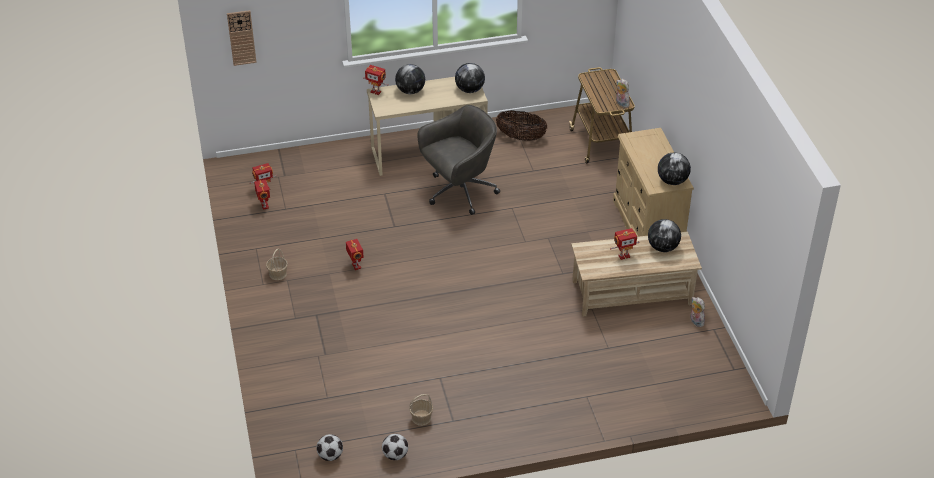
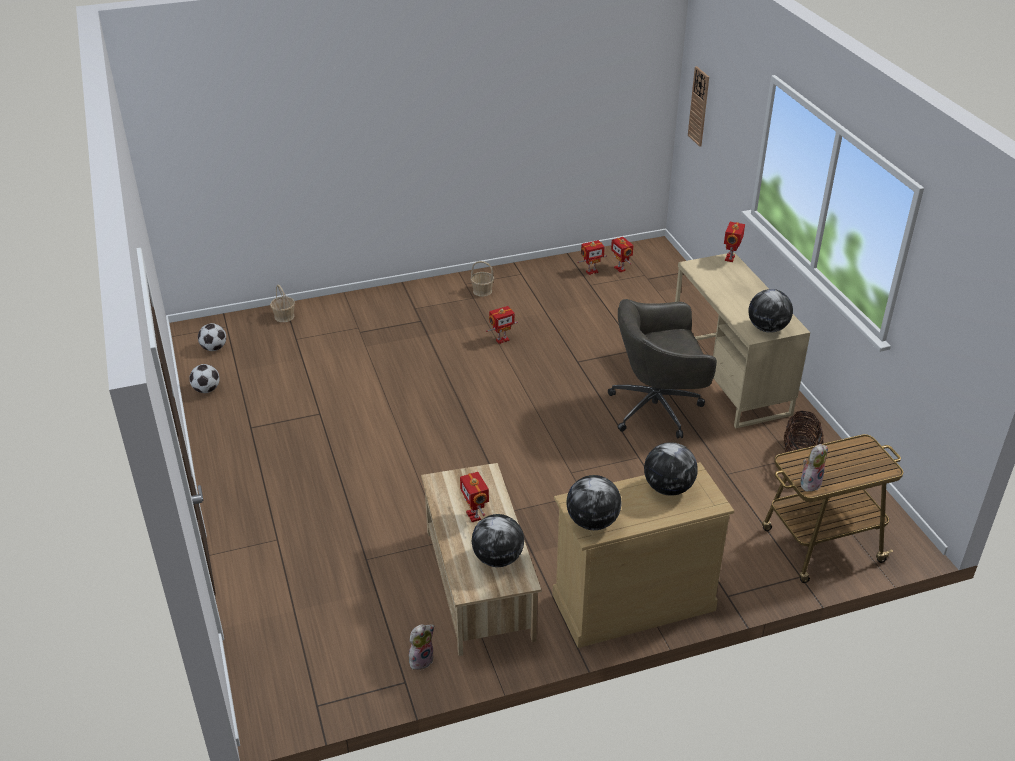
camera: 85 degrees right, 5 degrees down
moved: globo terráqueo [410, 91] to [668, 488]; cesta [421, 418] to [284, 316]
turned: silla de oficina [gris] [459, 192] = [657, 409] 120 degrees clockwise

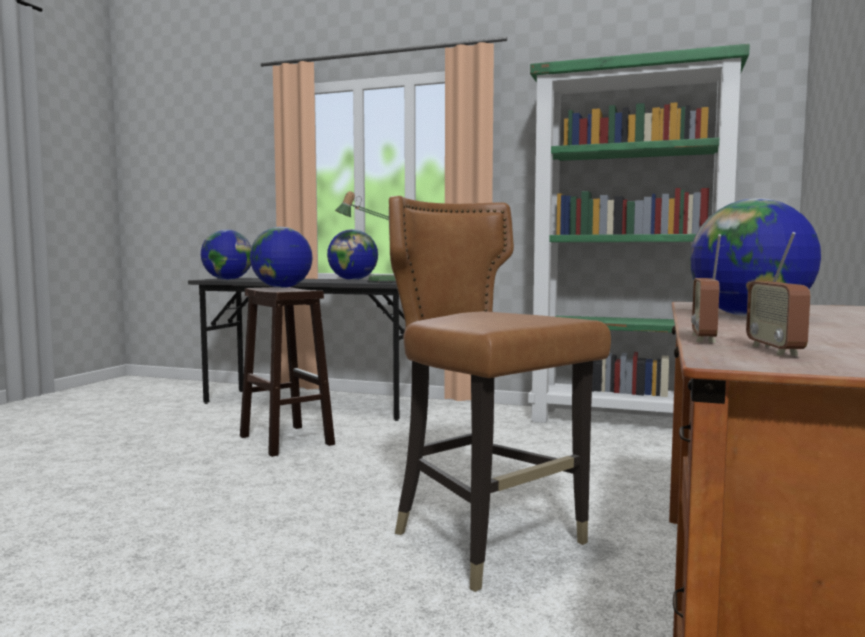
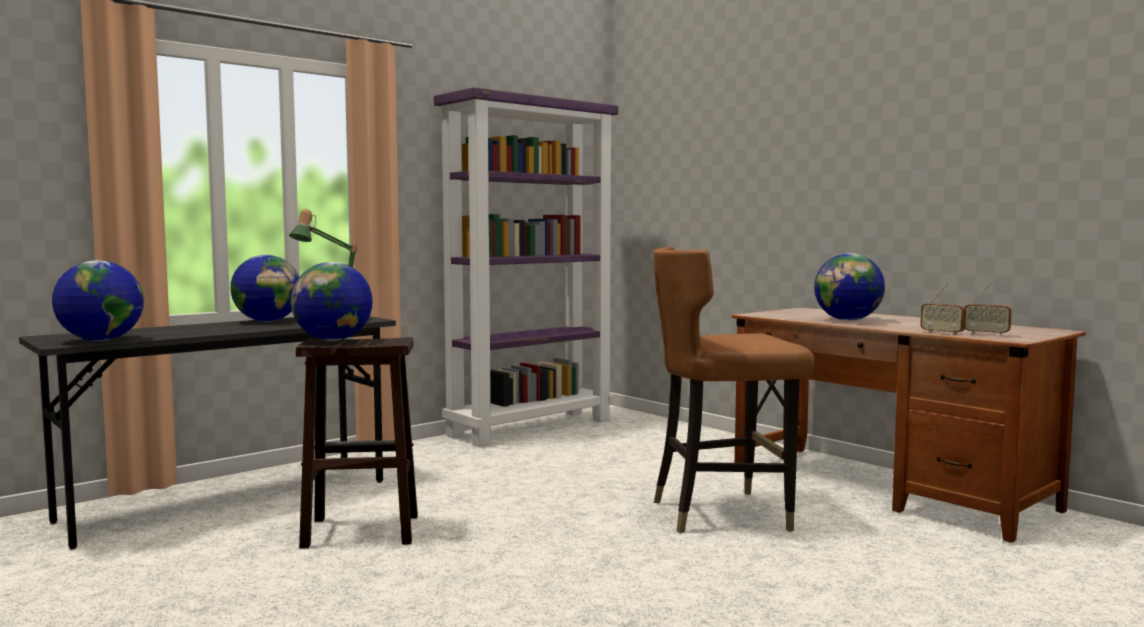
camera: 60 degrees left, 0 degrees up
recoloured: estantería [verde] [626, 422] to estantería [morado] [531, 427]

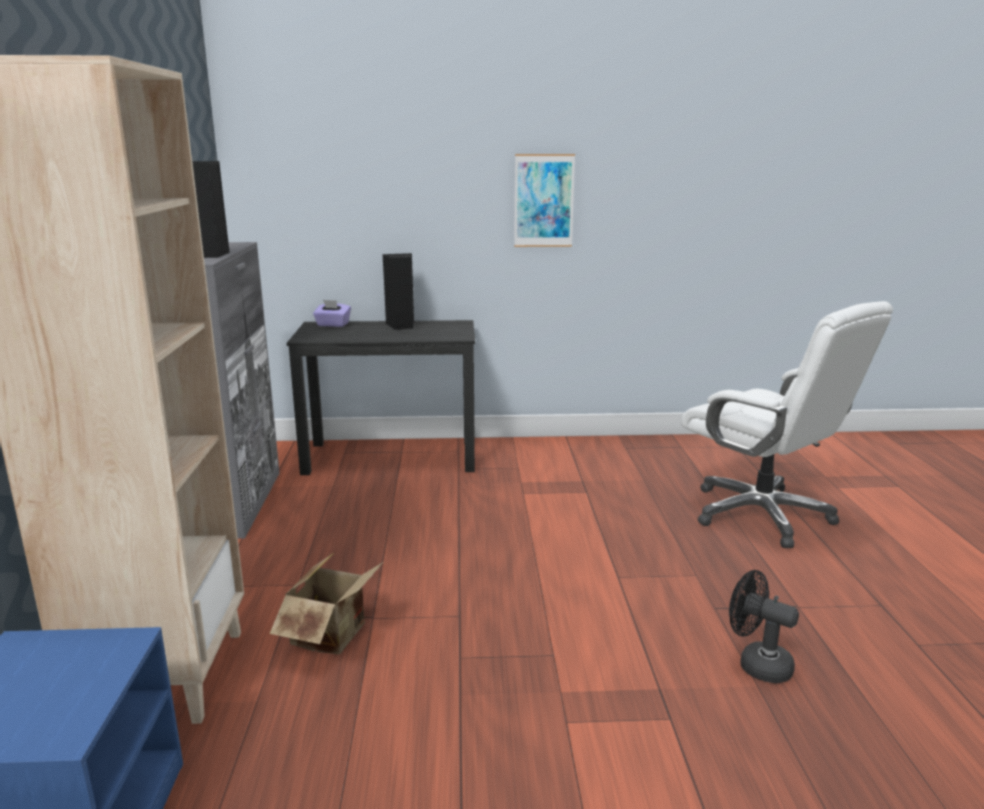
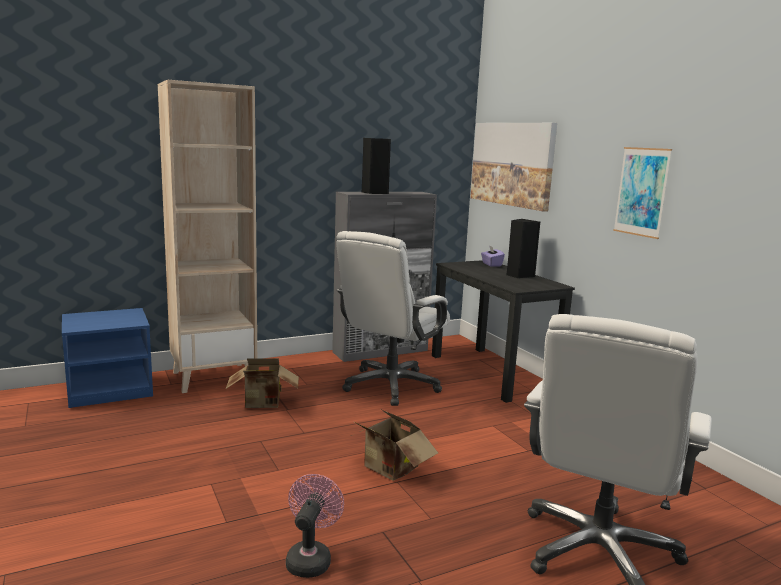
camera: 65 degrees right, 5 degrees down
added: silla de oficina [blanco] [390, 386]; caja de cartón [389, 470]; cuadro [512, 164]
recoloured: ventilador [negro] [757, 664] to ventilador [rosa] [310, 558]

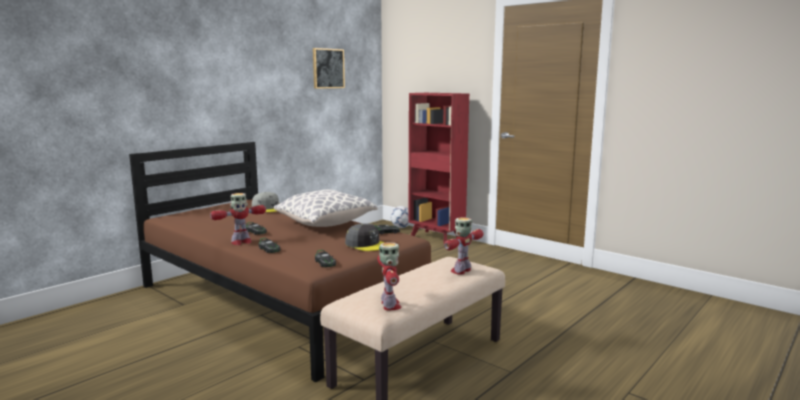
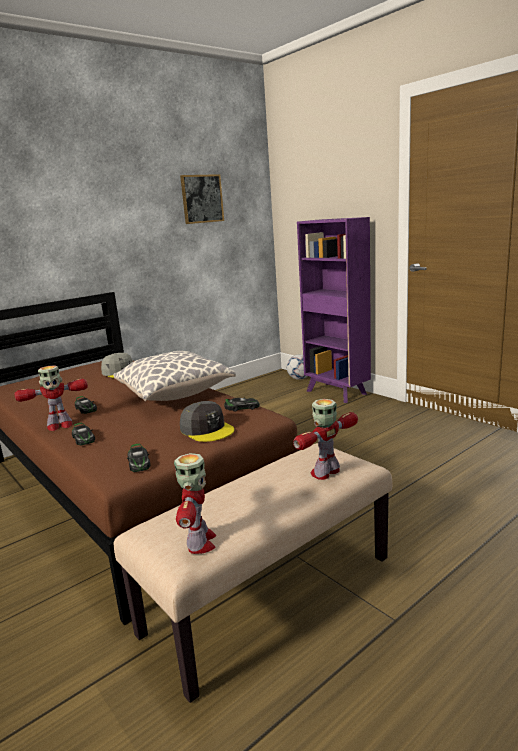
camera: 10 degrees right, 5 degrees up
recoloured: estantería [rojo] [436, 238] to estantería [morado] [337, 393]

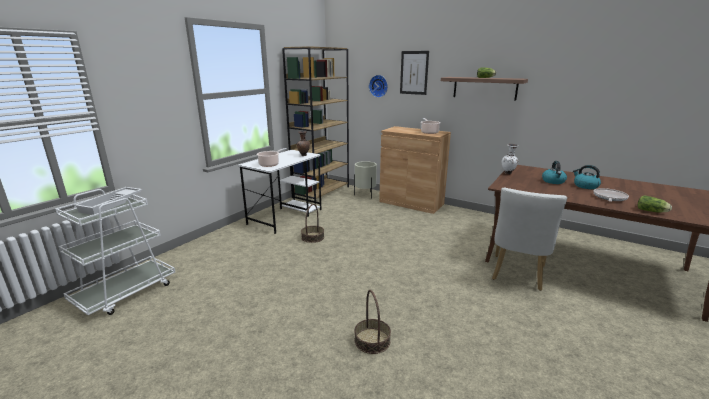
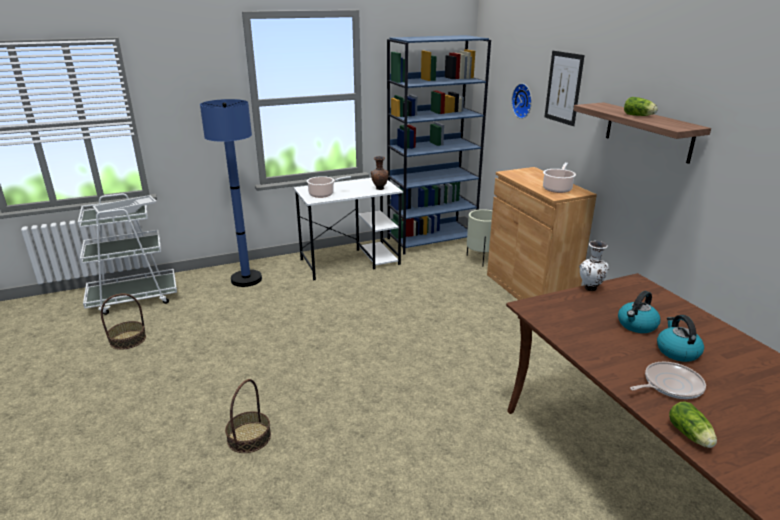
camera: 35 degrees right, 5 degrees up
removed: silla [blanco] [517, 275]
added: lámpara de pie [azul] [246, 279]
moved: cesta [312, 237] to [128, 340]
recoloured: estantería [marrón] [321, 192] to estantería [azul] [431, 240]

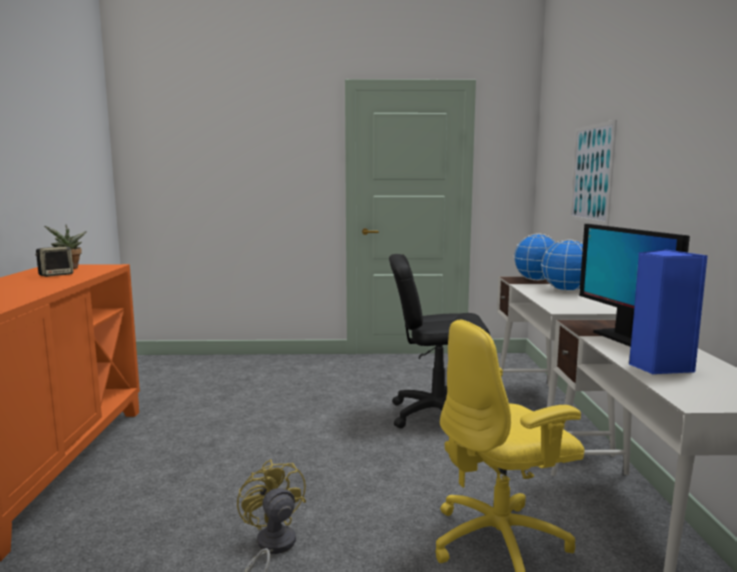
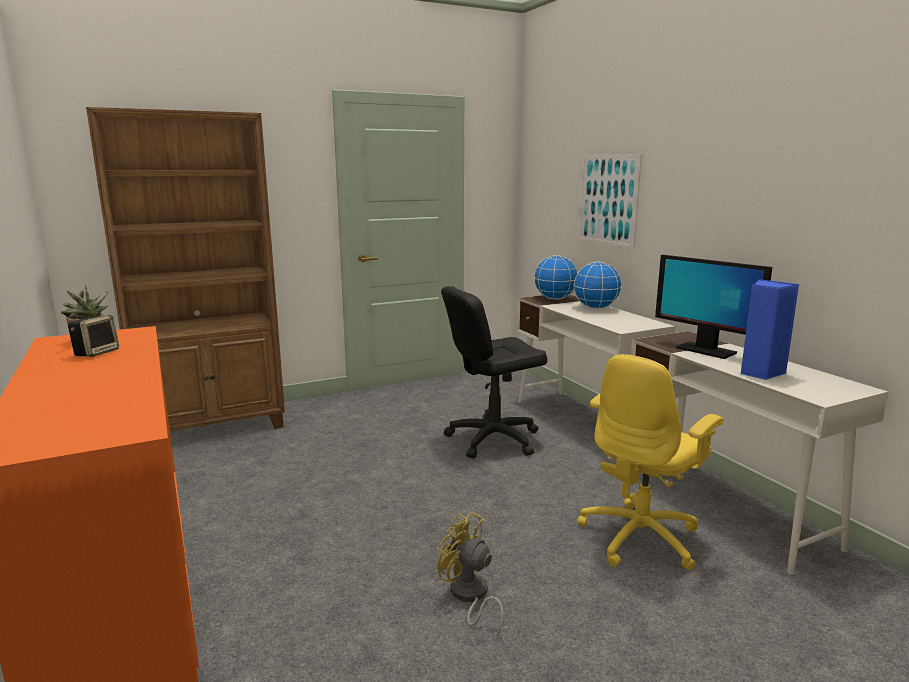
camera: 25 degrees left, 5 degrees up
added: estantería [marrón] [213, 427]

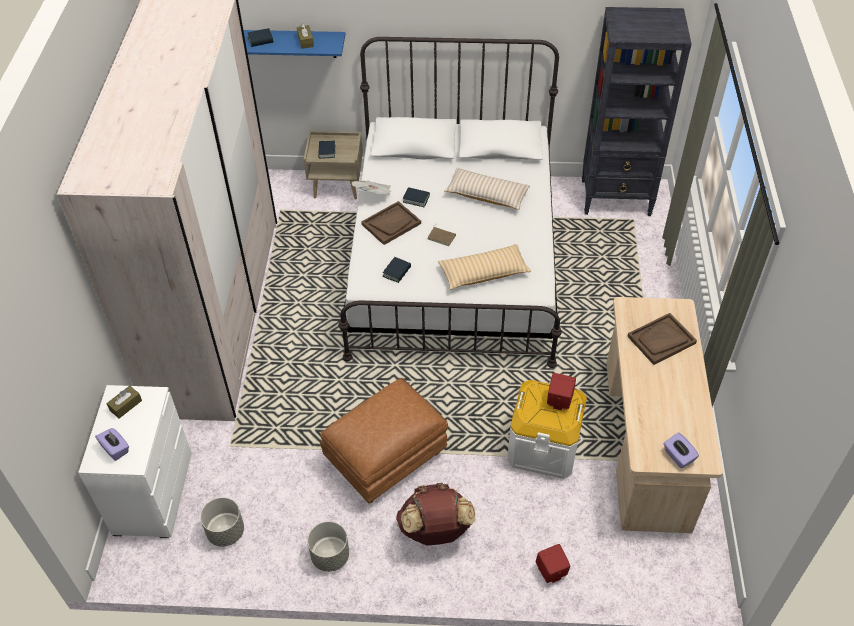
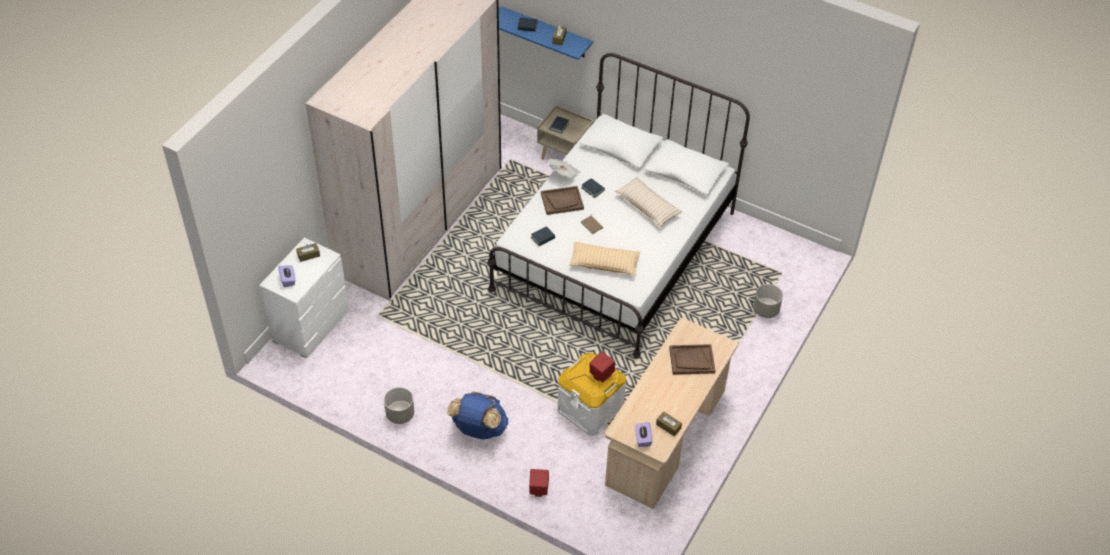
camera: 25 degrees right, 0 degrees up
removed: puf [marrón] [386, 457]; estantería [negro] [616, 198]
added: caja de pañuelos [marrón] [668, 426]
moved: maceta [gris] [226, 532] to [765, 310]
recoloured: mochila [marrón] [436, 530] to mochila [azul] [479, 429]

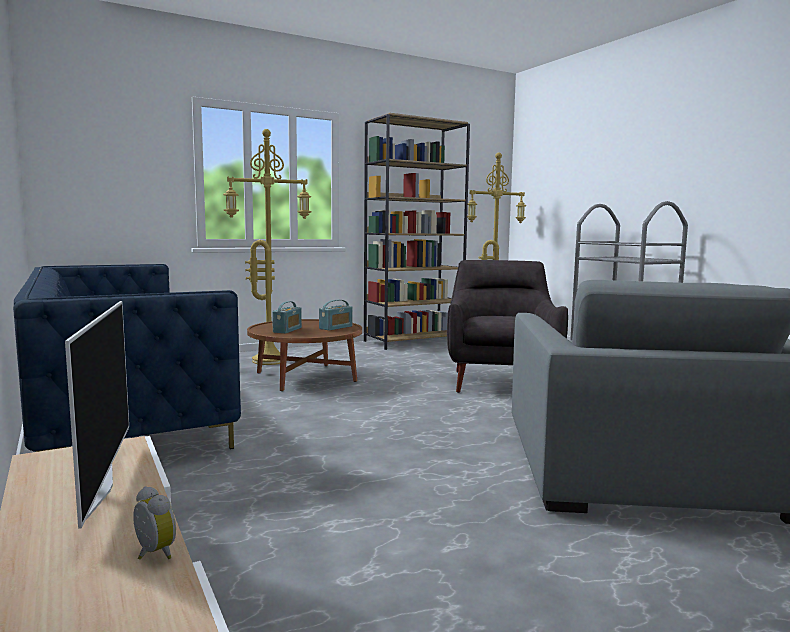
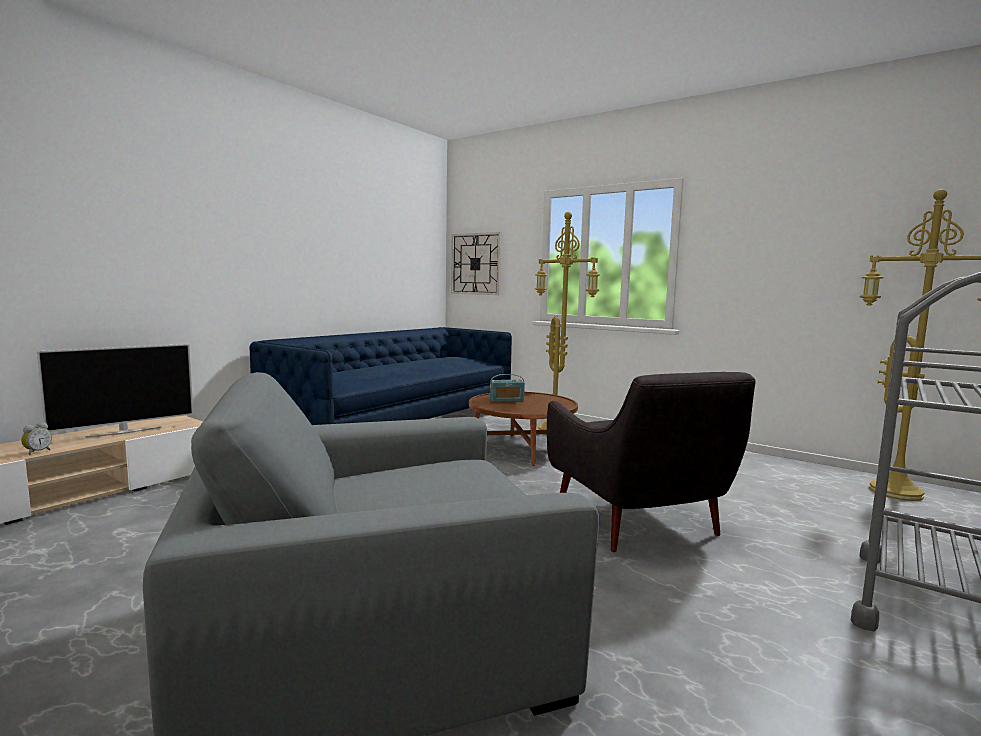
camera: 65 degrees right, 0 degrees up
removed: radio [336, 327]; estantería [marrón] [414, 341]
added: reloj de pared [476, 264]
turned: sillón [gris] [500, 381] = [639, 523] 90 degrees clockwise

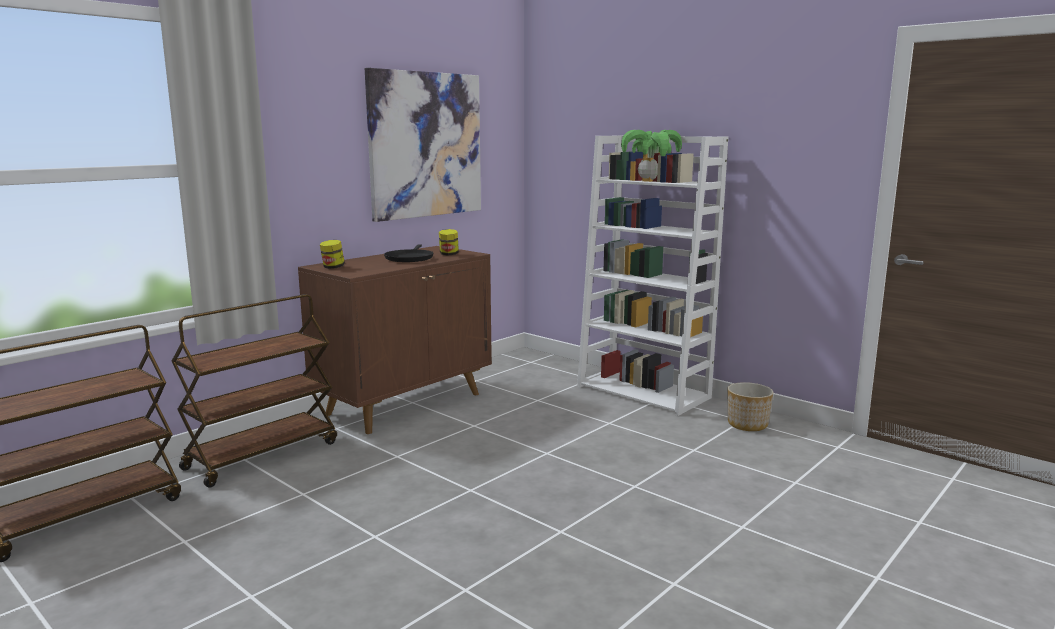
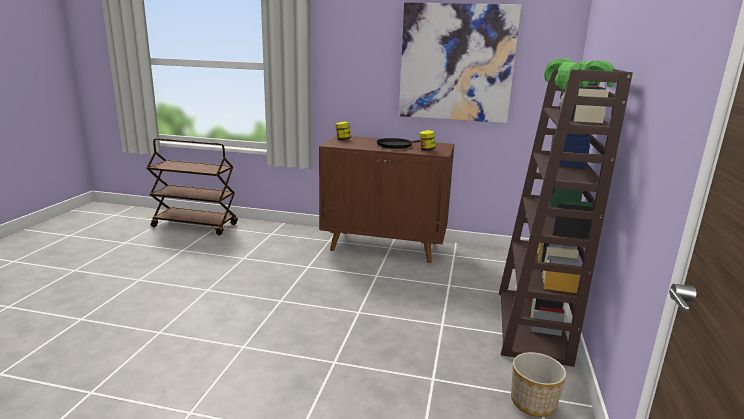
camera: 60 degrees right, 5 degrees up
removed: carrito [marrón] [262, 455]
recoloured: estantería [blanco] [644, 392] to estantería [marrón] [533, 326]

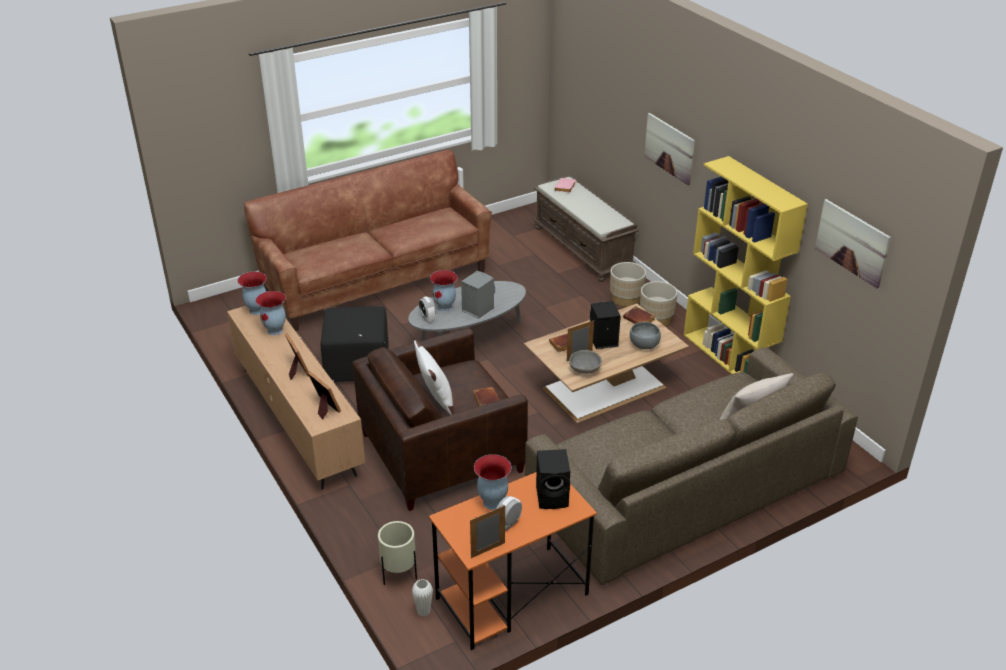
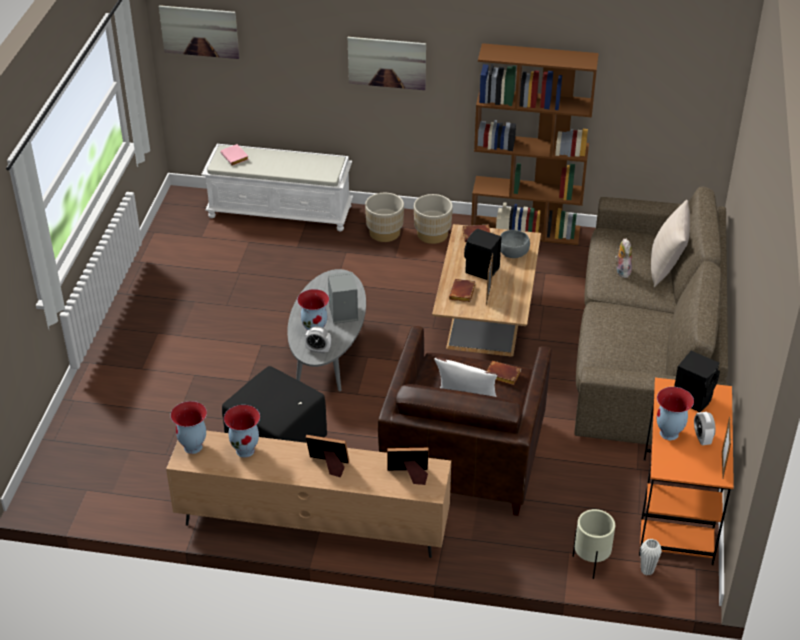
camera: 50 degrees left, 5 degrees up
removed: sofá [marrón] [376, 282]; cuenco [gris] [584, 369]
added: peluche [621, 271]
moved: cuadro [852, 242] to [199, 31]
recoloured: banco [marrón] [583, 249] to banco [blanco] [281, 211]; estantería [amarillo] [728, 357] to estantería [marrón] [526, 230]

